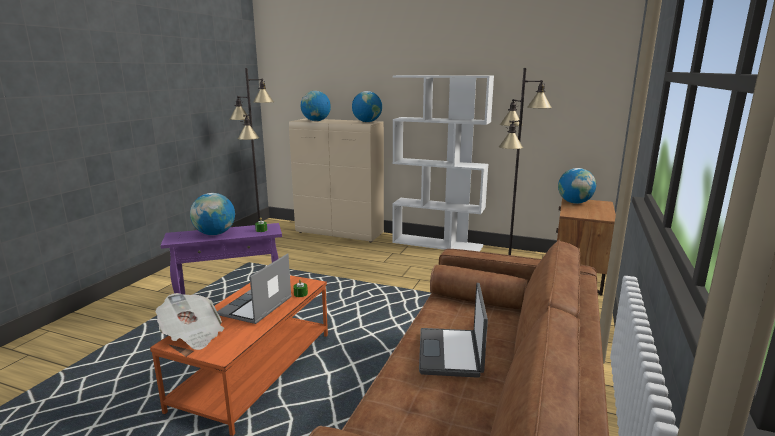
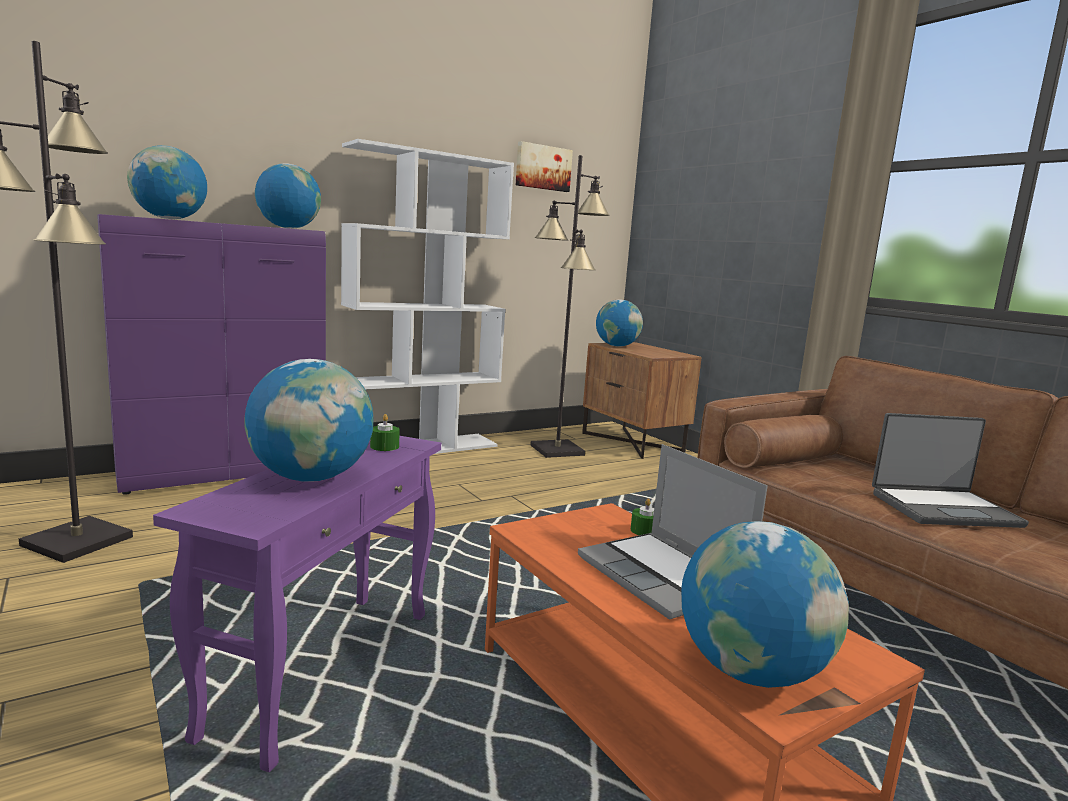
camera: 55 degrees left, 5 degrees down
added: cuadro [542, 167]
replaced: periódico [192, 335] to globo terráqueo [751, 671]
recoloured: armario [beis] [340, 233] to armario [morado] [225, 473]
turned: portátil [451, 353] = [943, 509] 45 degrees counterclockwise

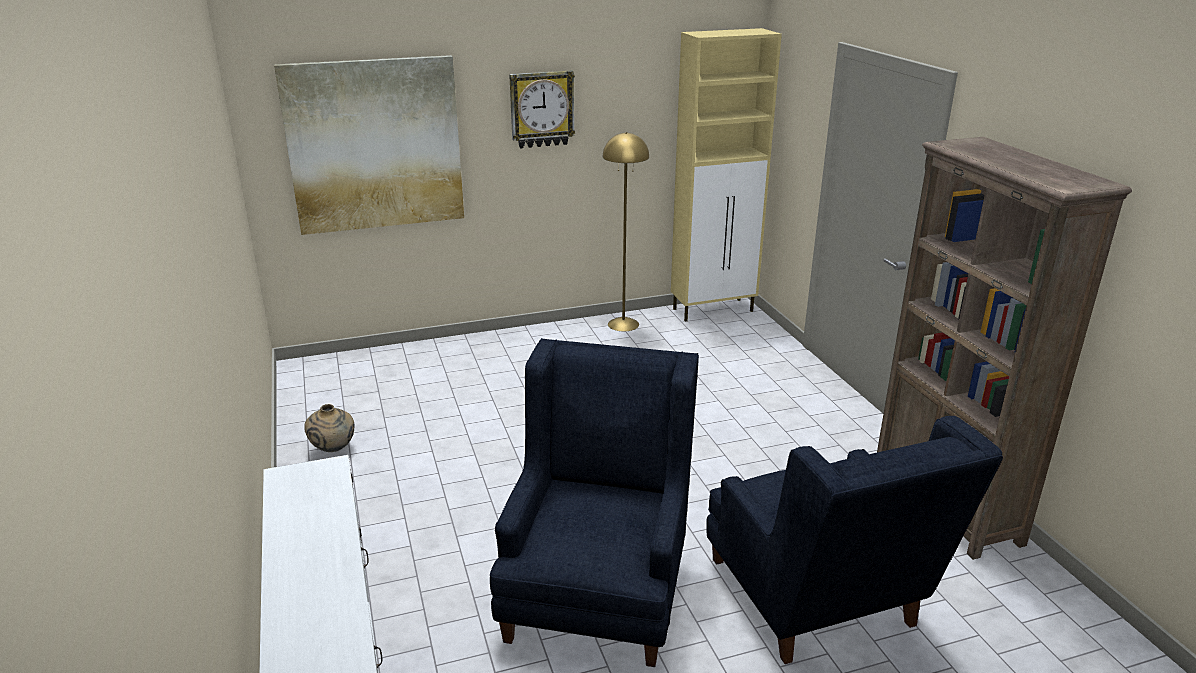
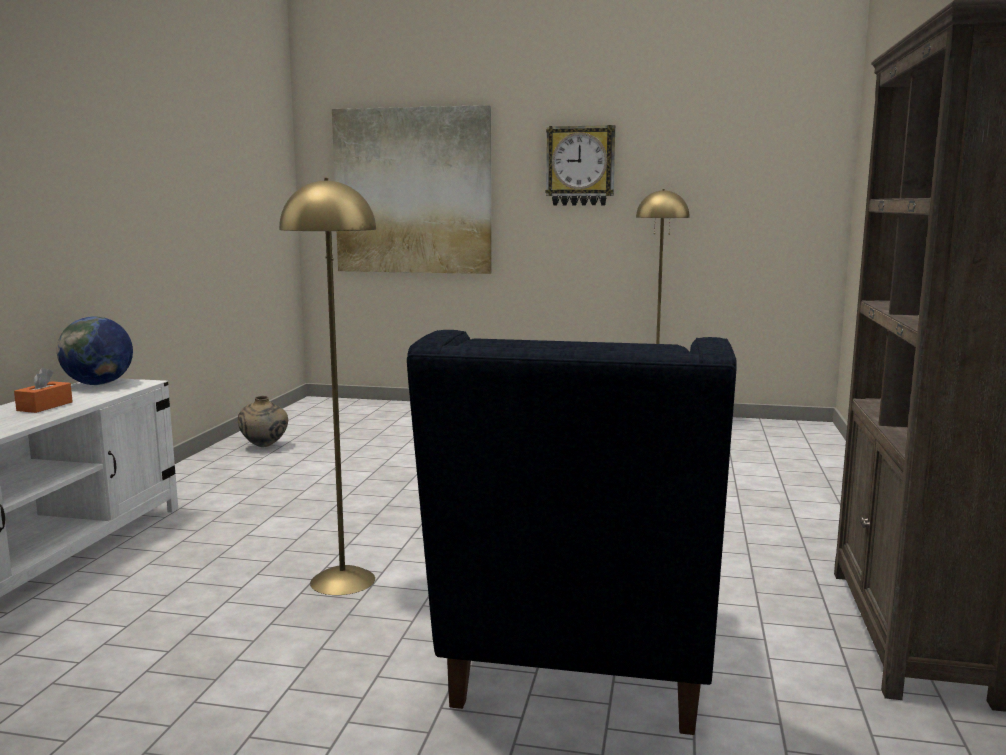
camera: 30 degrees right, 15 degrees down
removed: armario [beis] [714, 310]
added: caja de pañuelos [naranja] [45, 406]; globo terráqueo [98, 384]
replaced: sillón [azul] [598, 585] to lámpara de pie [amarillo] [343, 580]

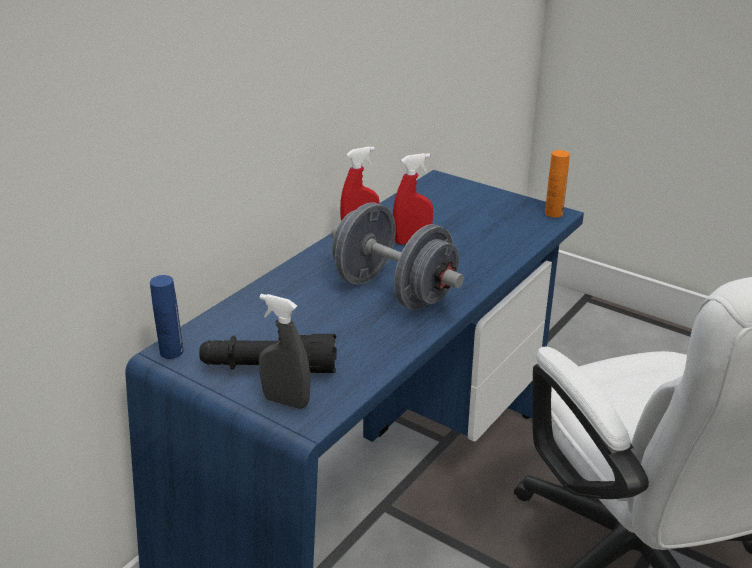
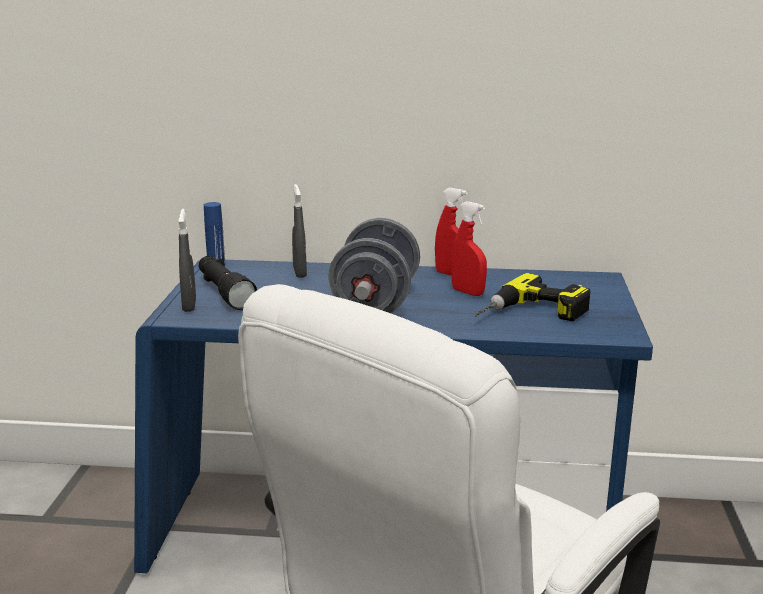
camera: 60 degrees right, 10 degrees down
removed: botella [naranja] [553, 213]
added: pulverizador [gris] [300, 273]; taladro [531, 314]

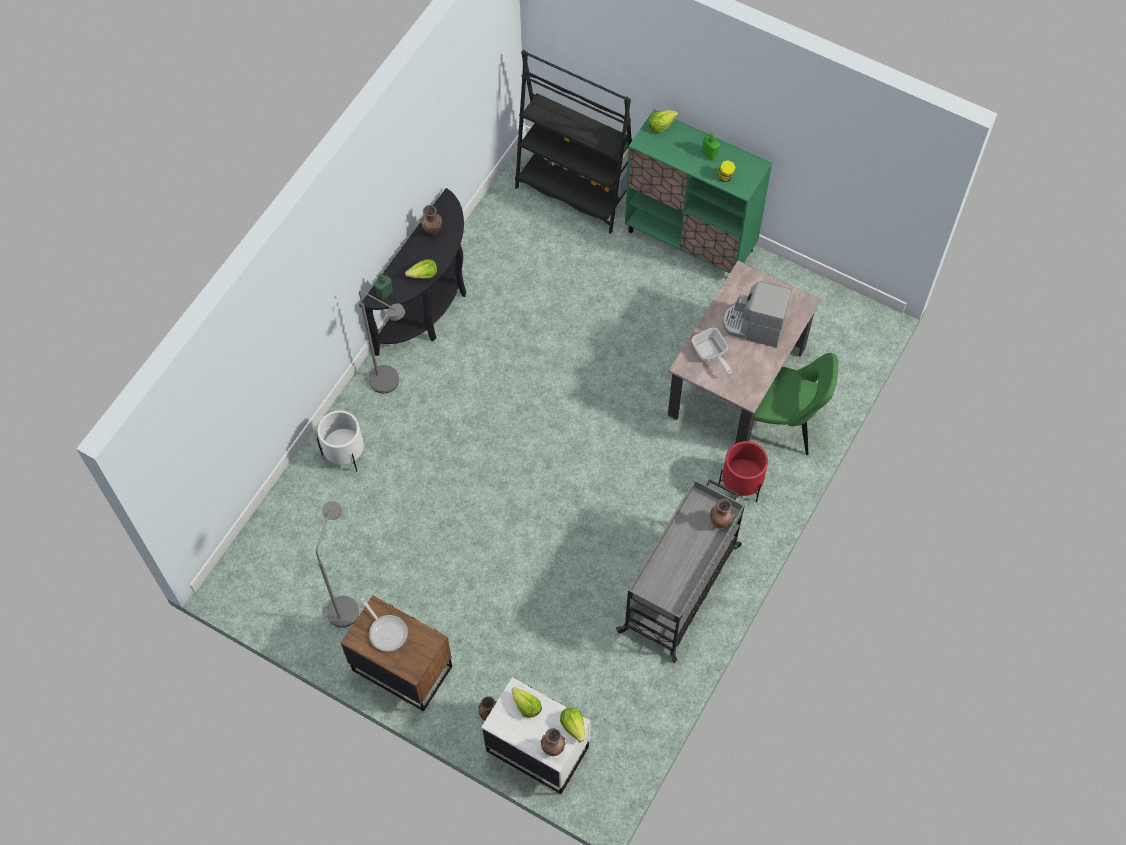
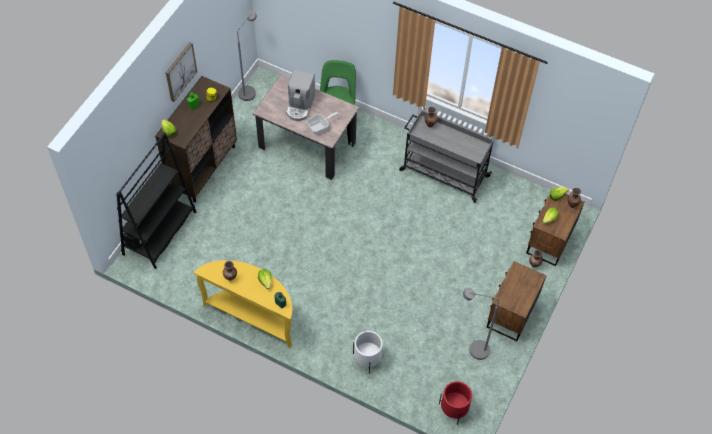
camera: 95 degrees left, 5 degrees down
removed: sartén [386, 631]
added: cuadro [180, 71]
moved: lámpara de pie [gris] [391, 384] to [249, 90]; maceta [rojo] [741, 484] to [454, 409]
recoloured: mesa consola [negro] [429, 308] to mesa consola [amarillo] [253, 316]; mesita de noche [blanco] [537, 748] to mesita de noche [marrón] [549, 241]; armario [verde] [690, 241] to armario [marrón] [203, 168]

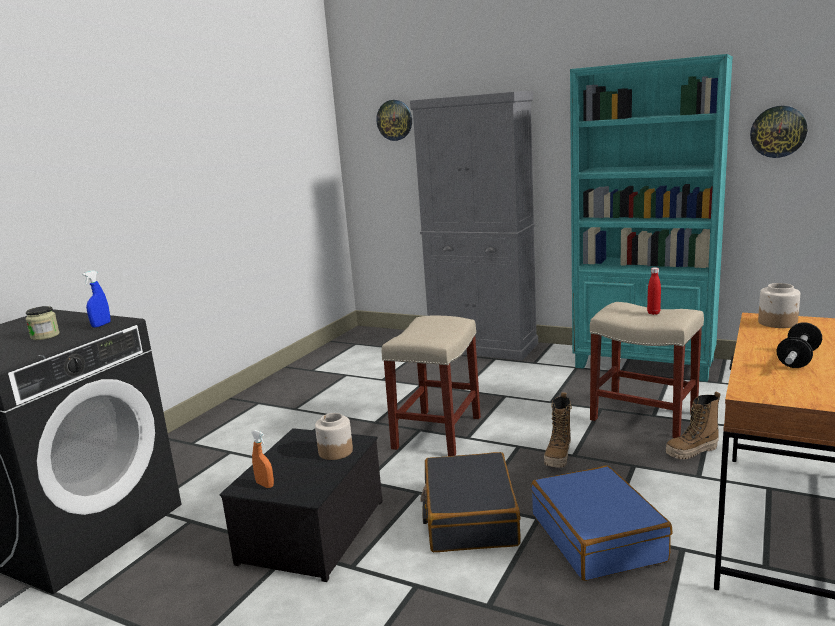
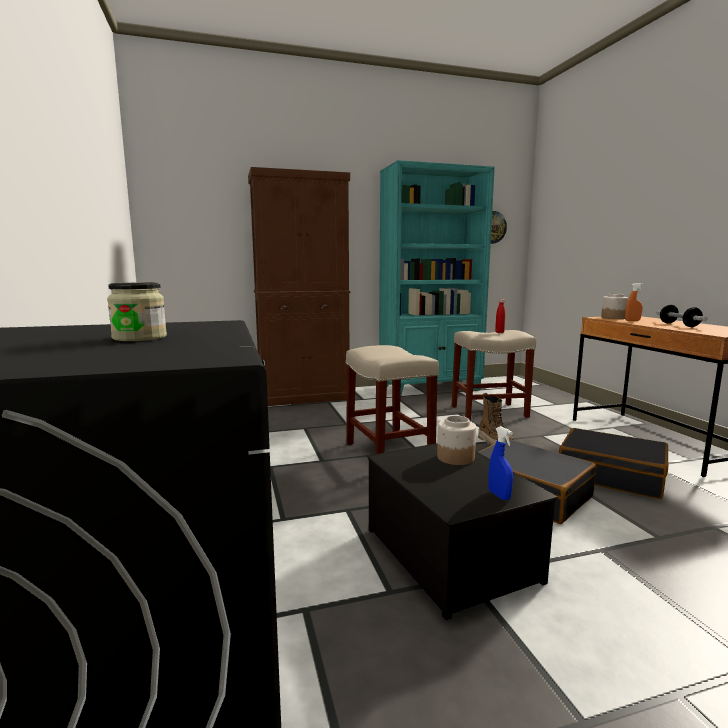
camera: 45 degrees left, 5 degrees down
removed: reloj de pared [394, 120]; bota [692, 452]
moved: pulverizador [azul] [101, 325] to [499, 495]; pulverizador [naranja] [265, 485] to [632, 320]
recoloured: armario [gris] [483, 347] to armario [marrón] [304, 397]; maleta [azul] [597, 537] to maleta [negro] [610, 475]

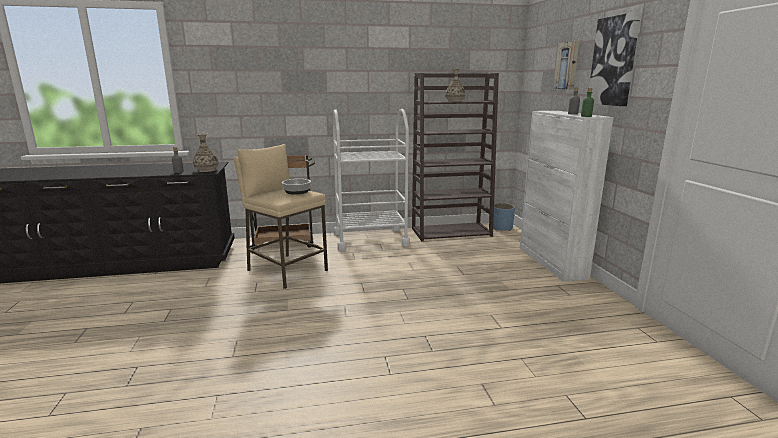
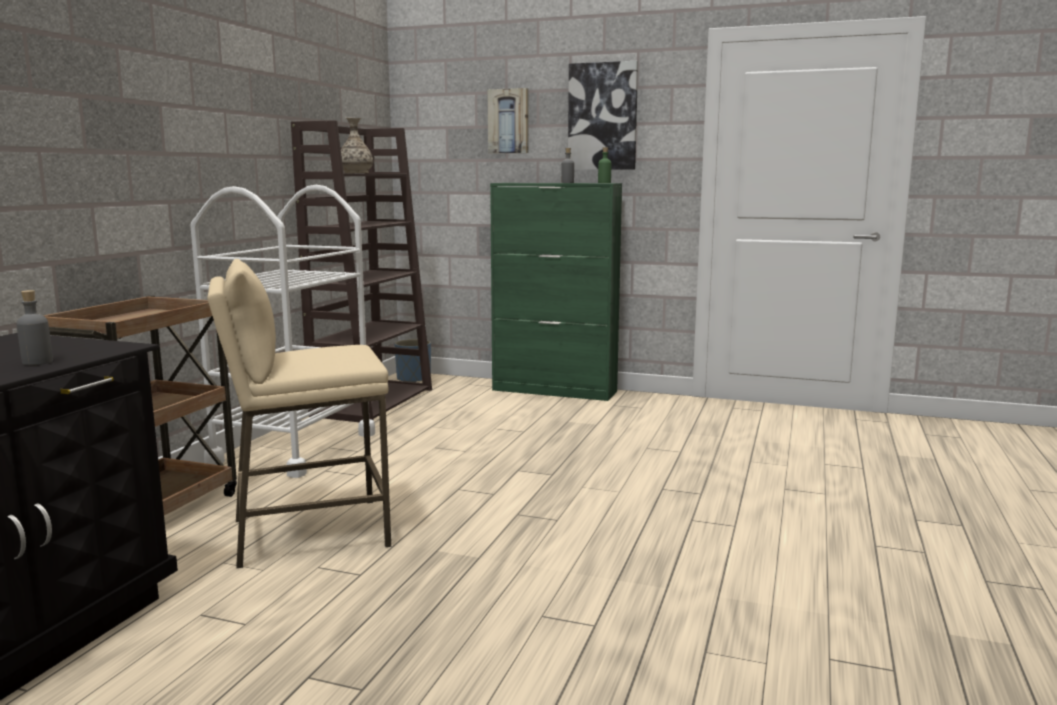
camera: 60 degrees left, 5 degrees down
removed: florero [206, 170]; cuenco [297, 191]
recoloured: armario [blanco] [551, 262] to armario [verde] [555, 391]

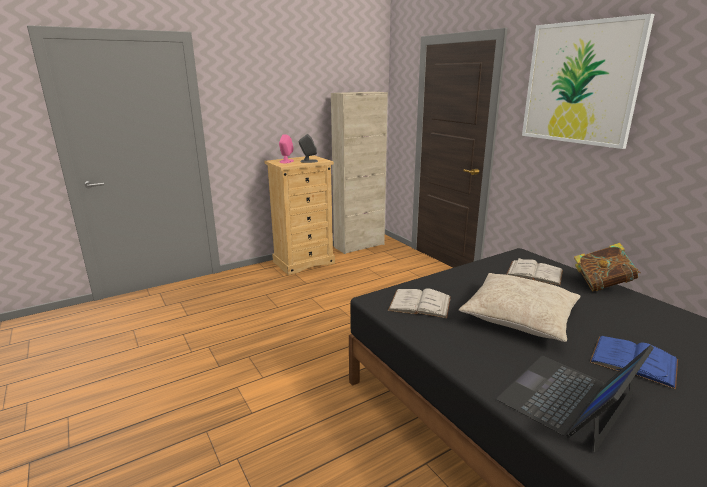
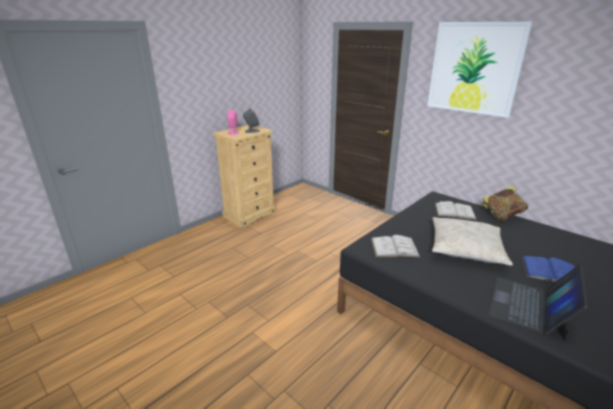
camera: 15 degrees left, 5 degrees up
removed: armario [beis] [359, 246]

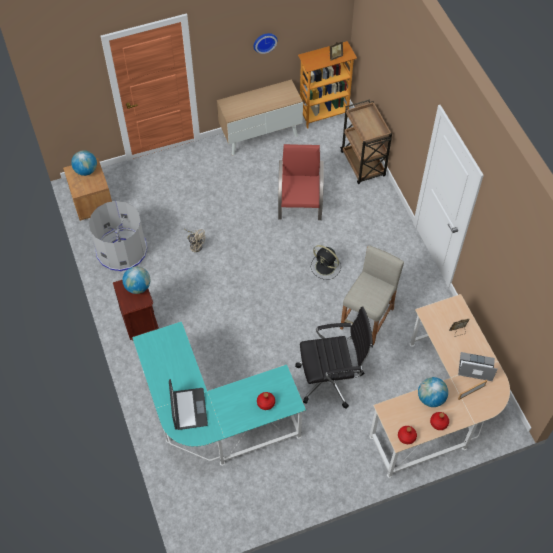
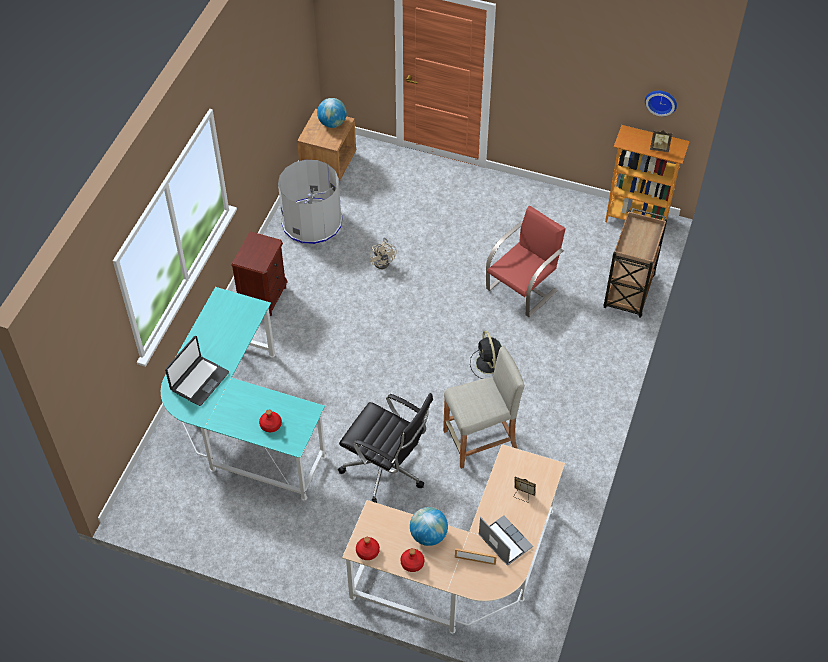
camera: 40 degrees right, 5 degrees down
removed: globo terráqueo [138, 287]; armario [260, 135]
moved: reloj de pared [264, 41] to [661, 101]

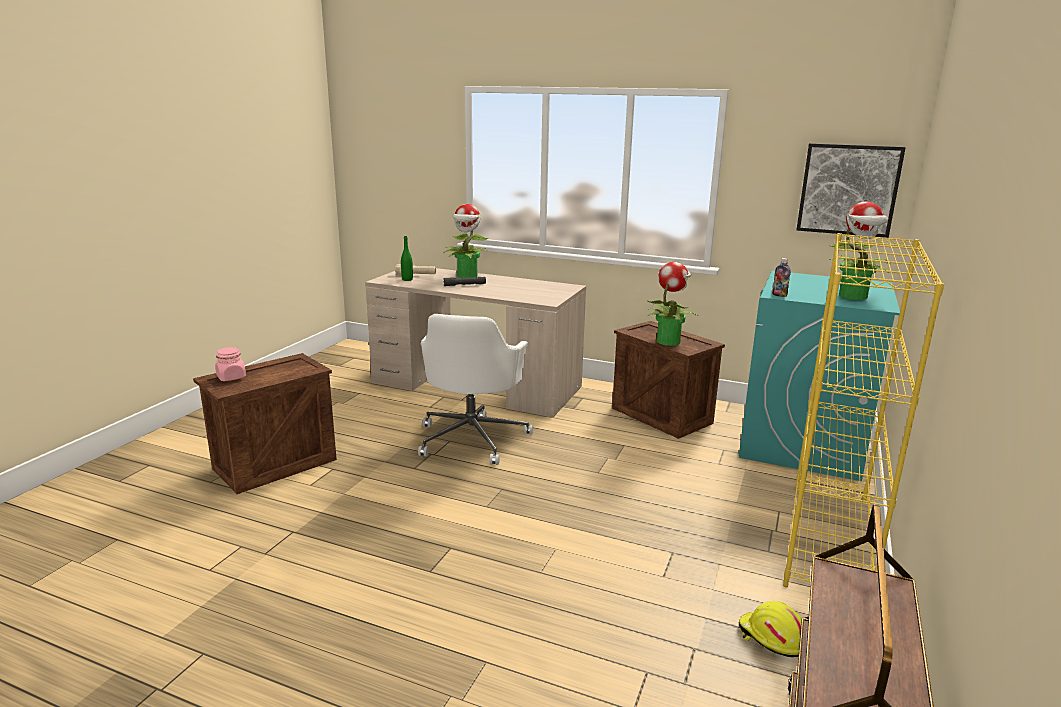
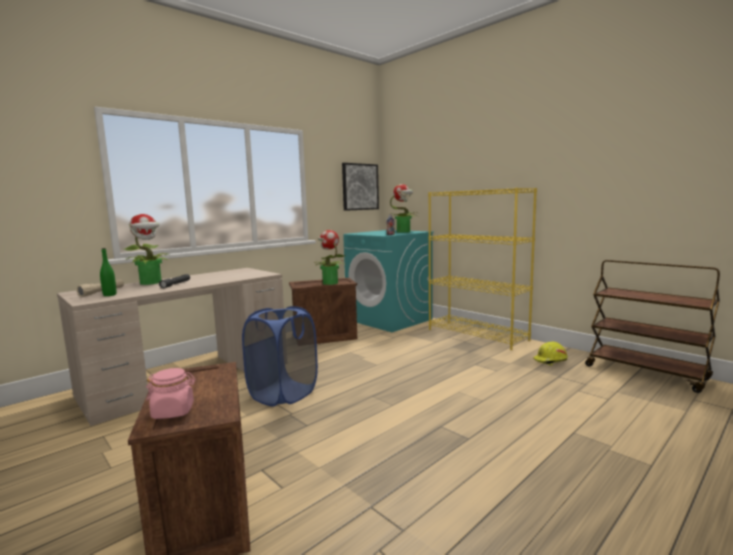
camera: 65 degrees left, 10 degrees down
replaced: silla de oficina [blanco] [473, 438] to cesto de la ropa [azul] [283, 394]

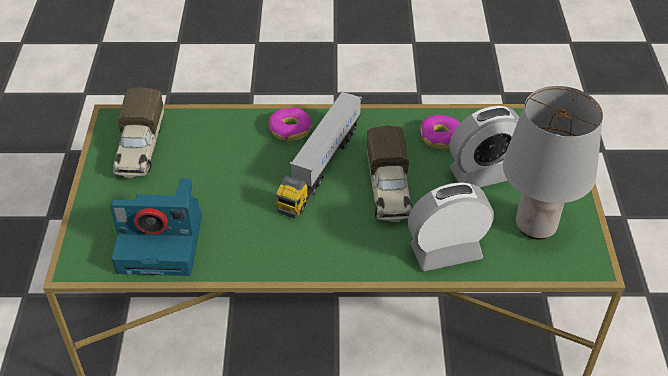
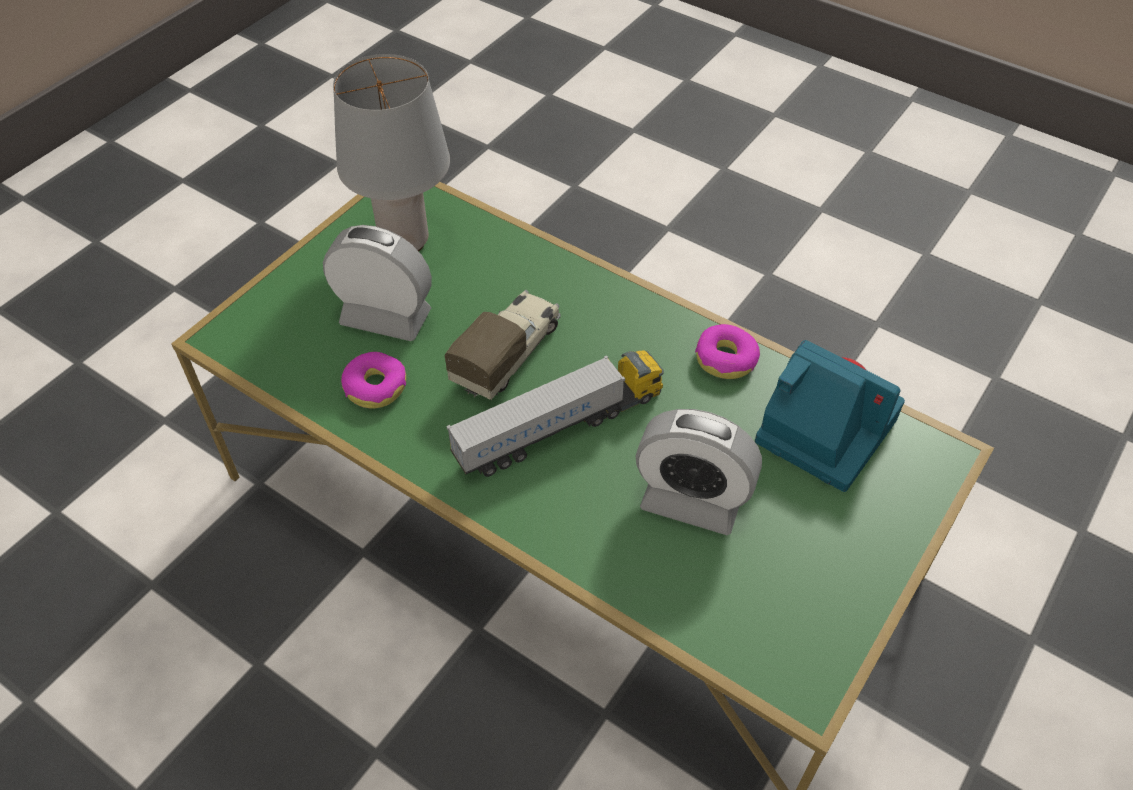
camera: 145 degrees left, 5 degrees up
removed: camión de juguete [140, 149]
moved: rosquilla [290, 129] to [726, 359]; despertador [446, 252] to [691, 501]

